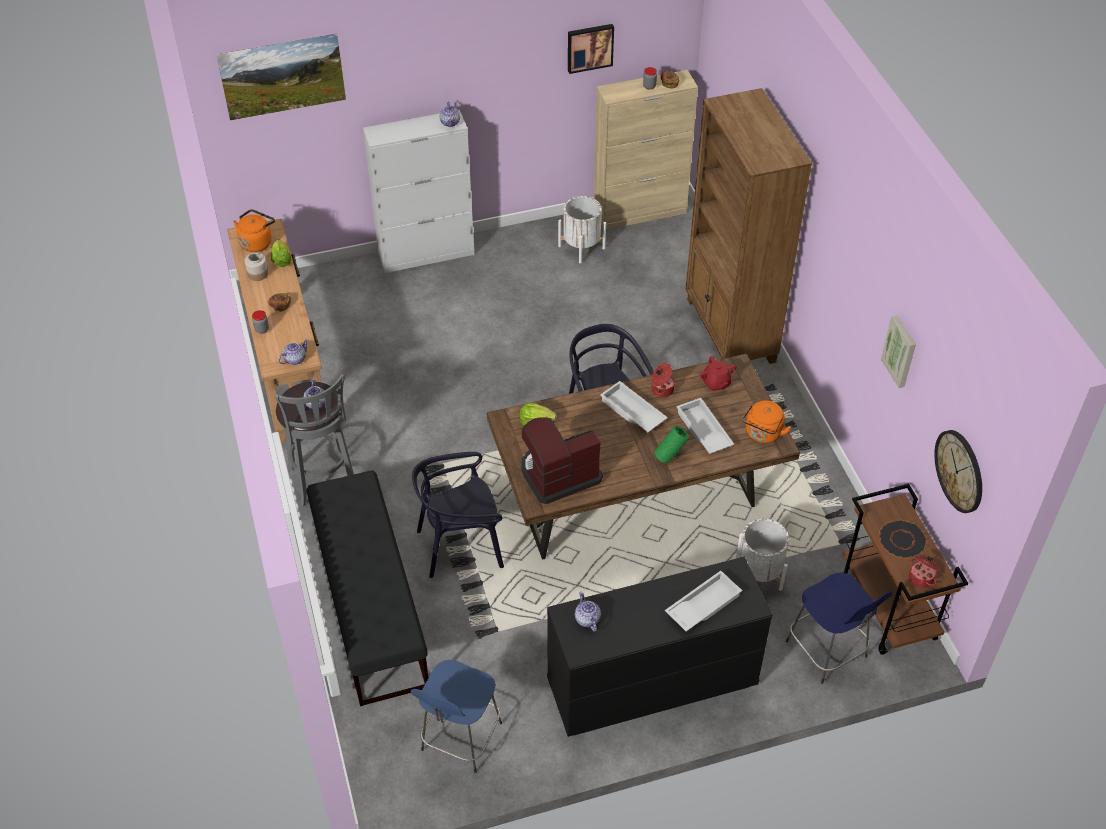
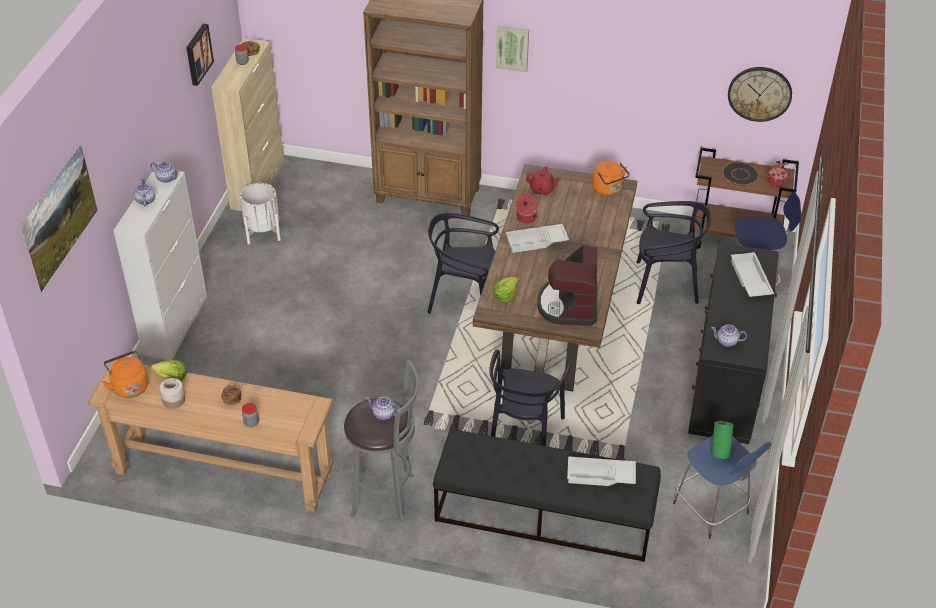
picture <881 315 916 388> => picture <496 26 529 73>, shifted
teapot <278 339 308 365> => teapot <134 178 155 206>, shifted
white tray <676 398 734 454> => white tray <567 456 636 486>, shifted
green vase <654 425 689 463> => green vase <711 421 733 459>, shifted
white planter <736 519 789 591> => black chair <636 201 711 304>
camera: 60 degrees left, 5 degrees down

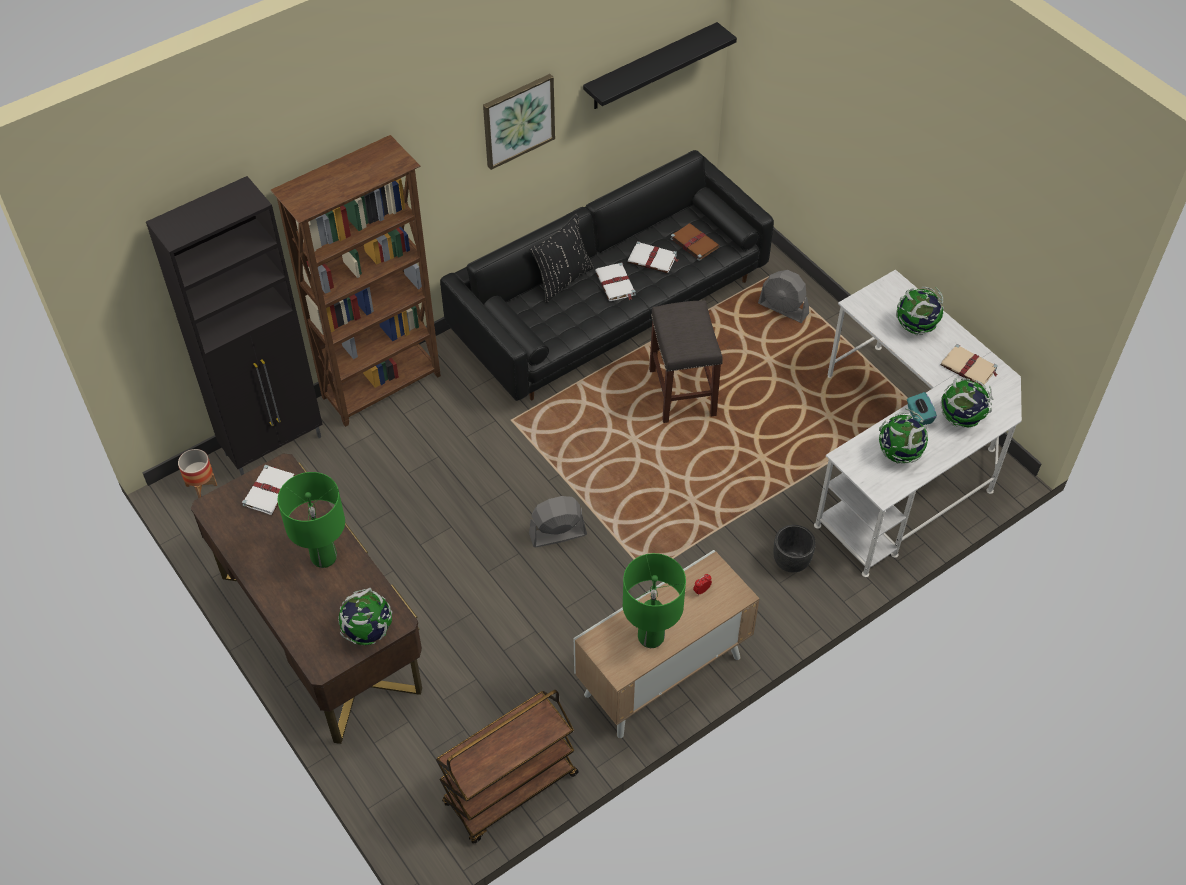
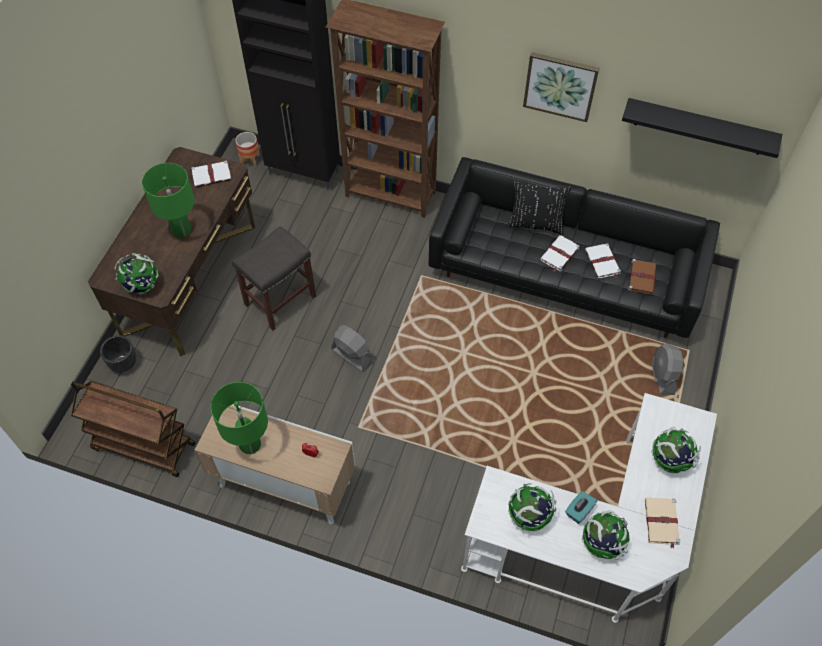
grey stool <649 300 723 423> => grey stool <232 226 316 331>, shifted
black planter <773 525 816 572> => black planter <100 335 136 373>, shifted
camera: 55 degrees right, 5 degrees up

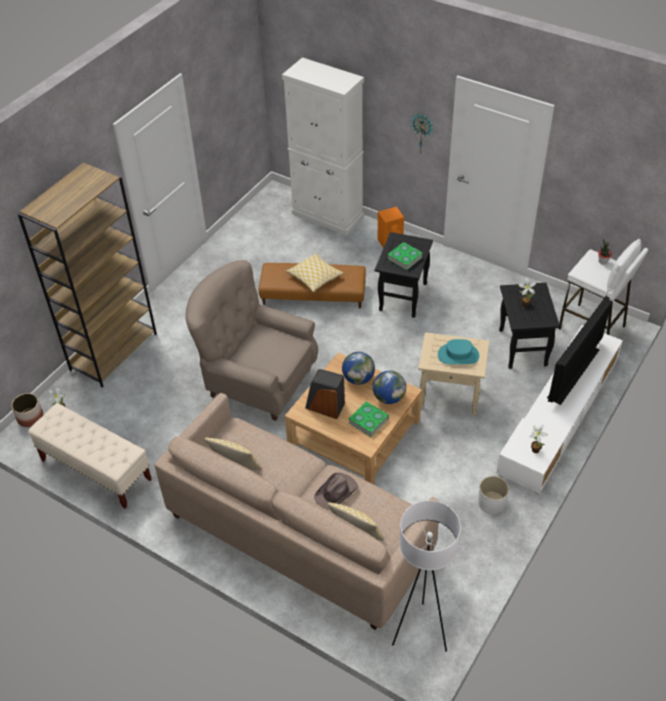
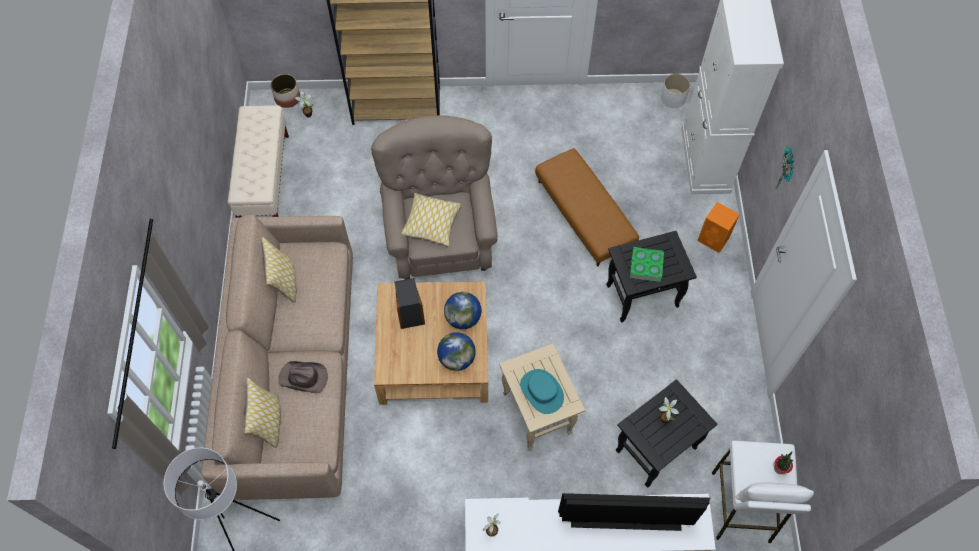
pillow <286 253 344 292> => pillow <402 193 462 247>, shifted
book <349 401 389 437> => nothing
white planter <478 476 509 514> => white planter <661 74 690 108>, shifted
camera: 55 degrees right, 15 degrees up

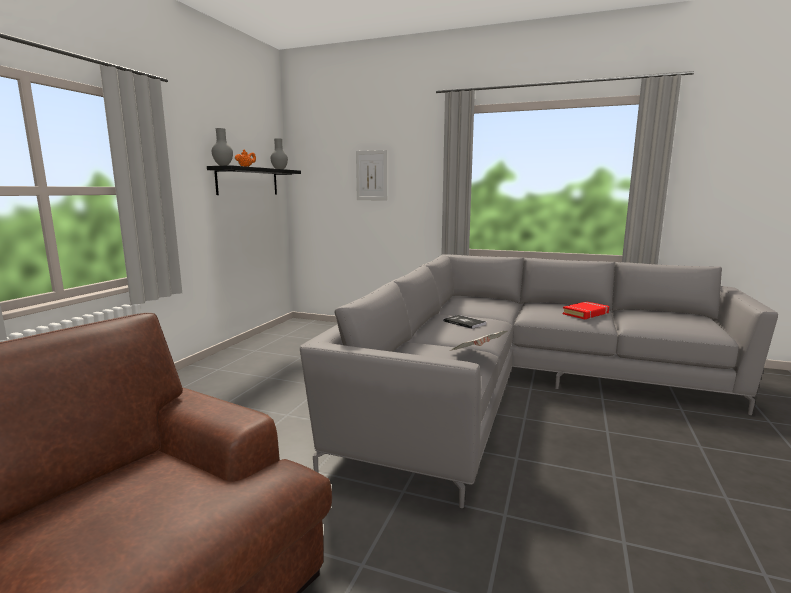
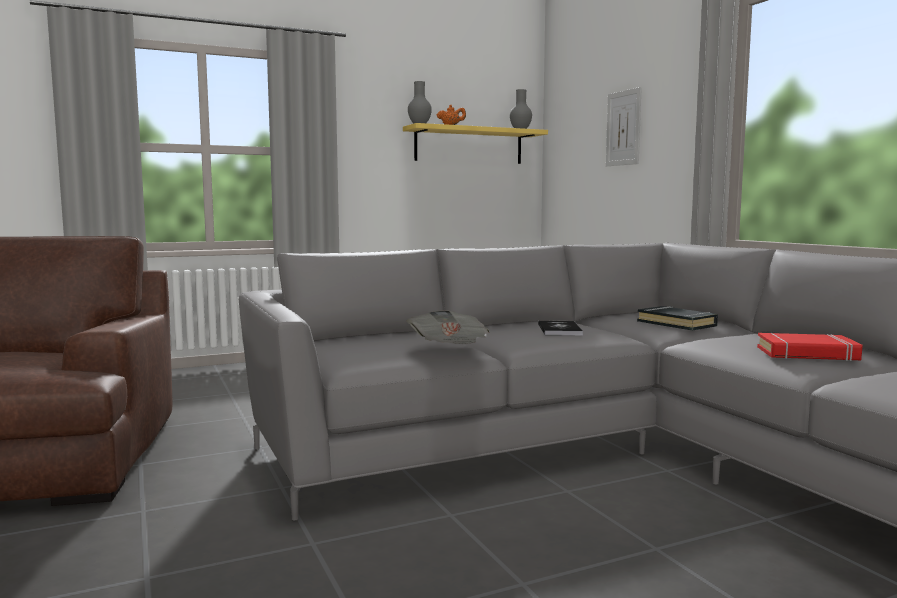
black shelf <207 165 301 195> => yellow shelf <403 123 548 164>
nothing => black book <637 306 718 331>
camera: 45 degrees right, 5 degrees down

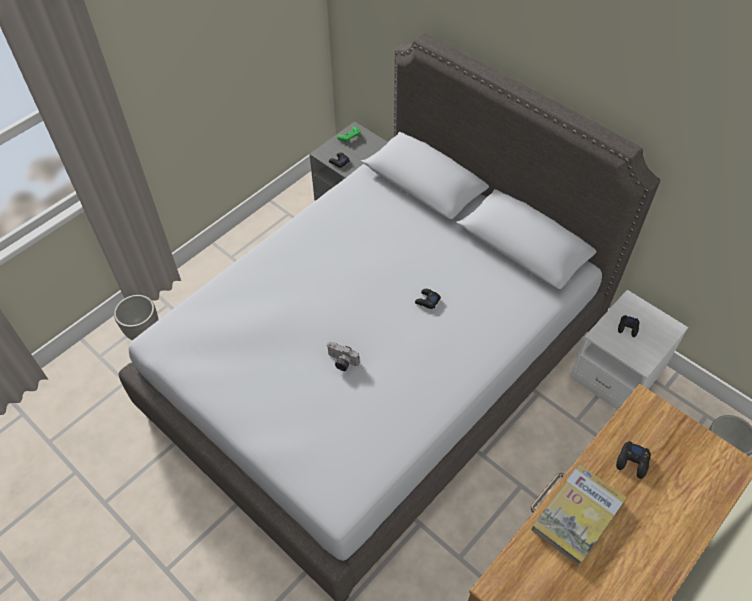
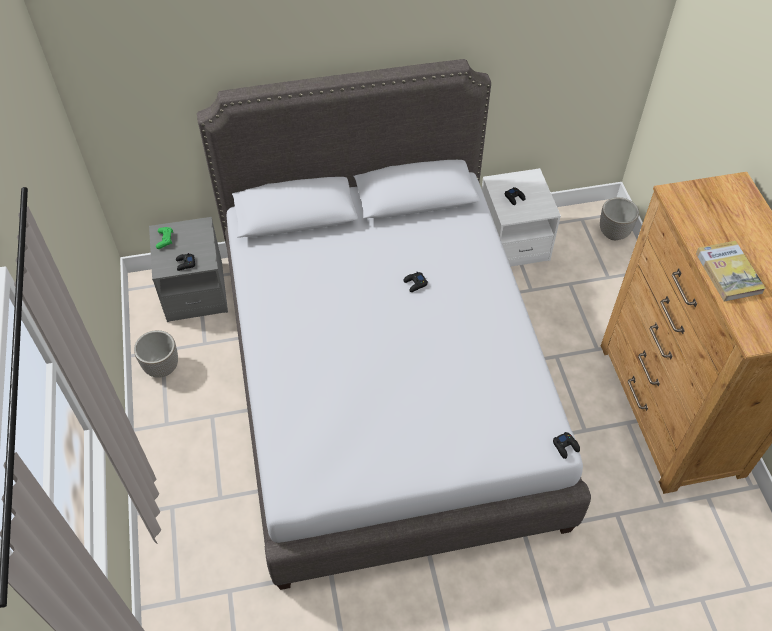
planter <114 295 159 340> => planter <134 330 178 378>, shifted
photo camera <327 342 359 371> => nothing
black game controller <616 441 651 479> => black game controller <553 432 580 459>, shifted
camera: 55 degrees left, 0 degrees up

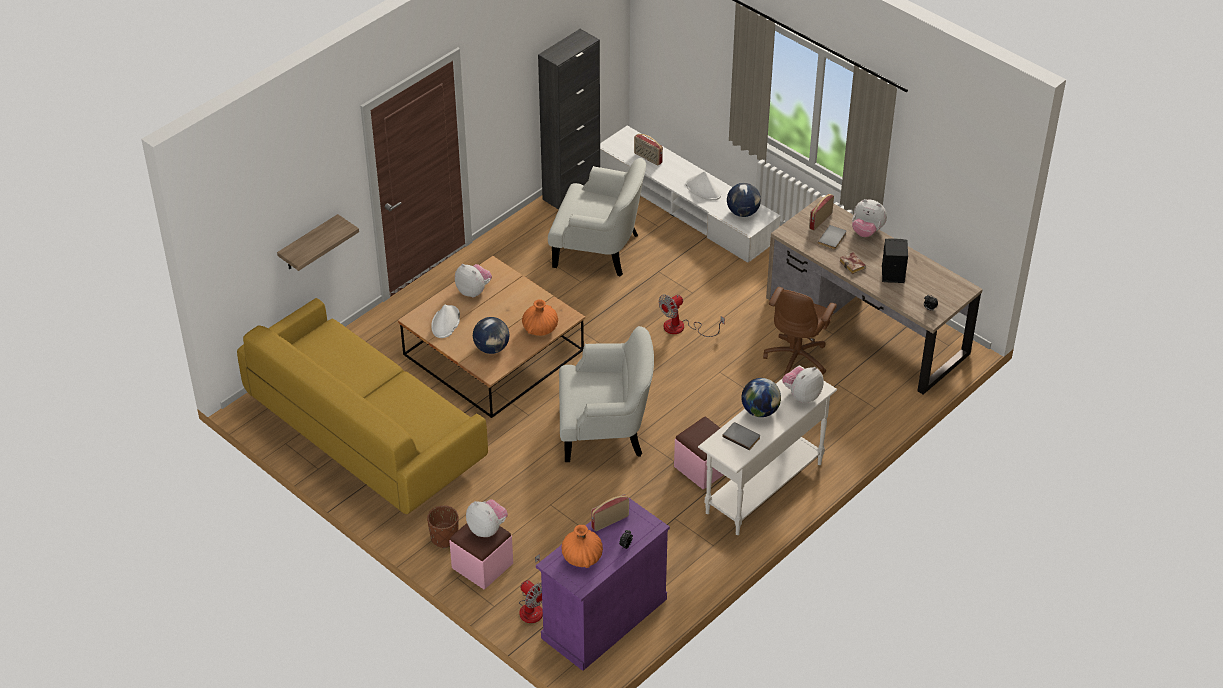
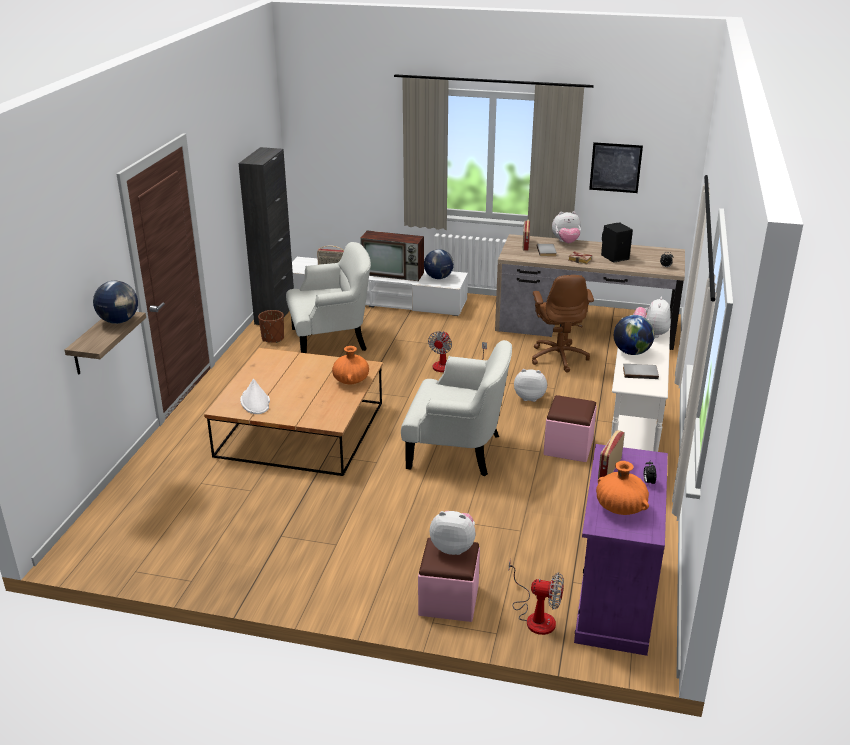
white hat <685 171 721 200> => television <360 231 424 281>
plush toy <455 264 492 297> => plush toy <514 369 547 402>, shifted
yellow sofa <237 298 488 514> => nothing
globe <473 317 510 354> => globe <93 281 138 324>, shifted
white armchair <559 326 654 462> => white armchair <401 340 512 476>, 45 degrees clockwise
brown planter <427 505 459 549> => brown planter <258 310 284 343>, shifted
nothing => picture <589 142 643 193>
camera: 30 degrees left, 15 degrees down

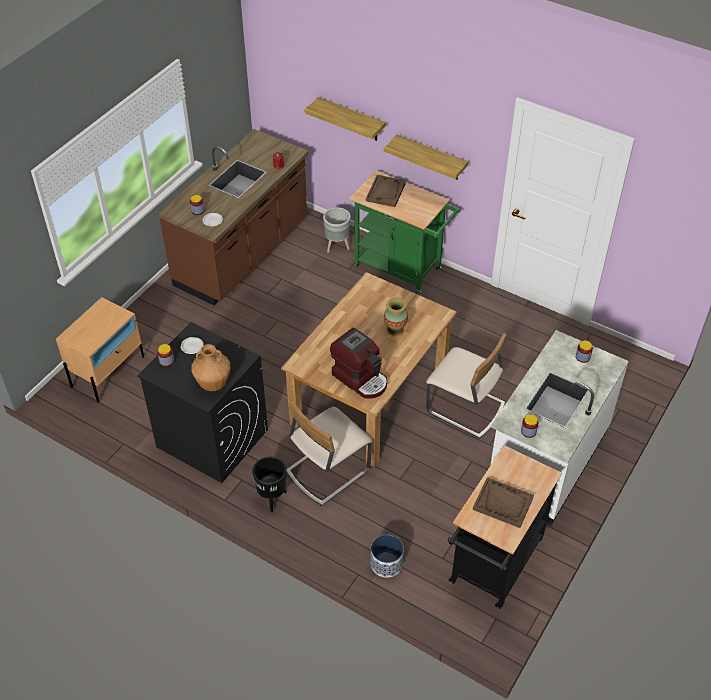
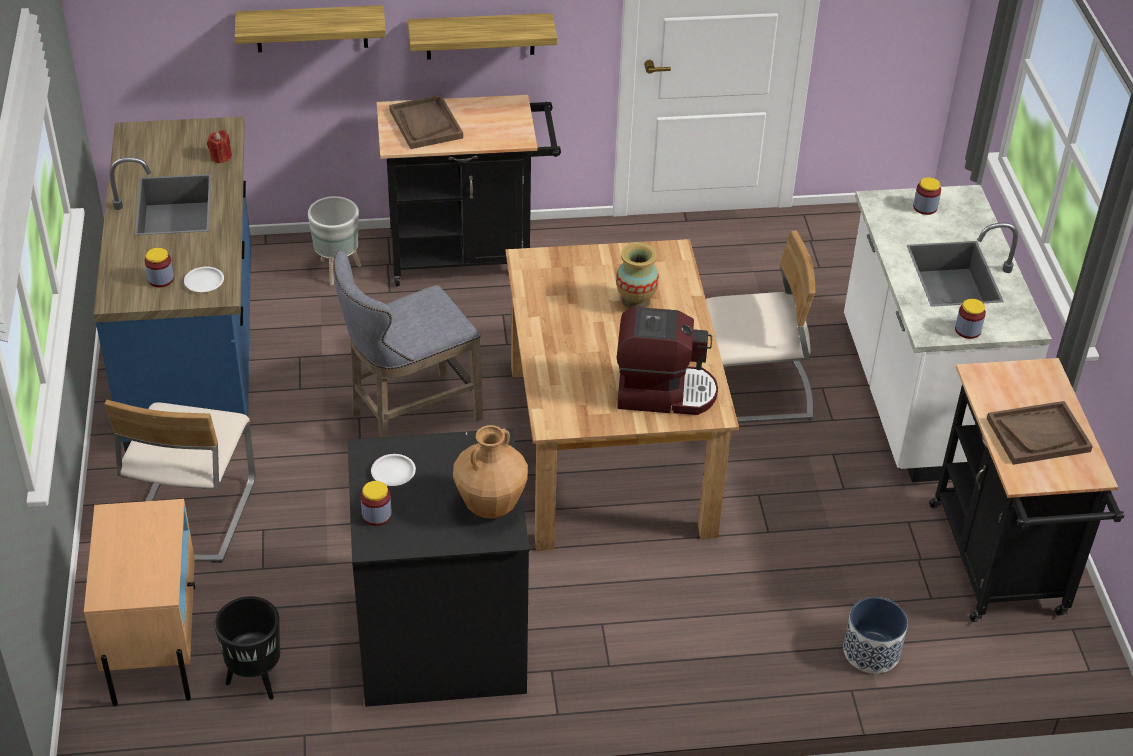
brown counter <158 129 309 306> => blue counter <94 117 251 452>
green cart <349 171 461 294> => black cart <376 95 561 286>
beige chair <286 400 372 506> => beige chair <105 400 255 562>, shifted
black planter <252 457 287 512> => black planter <215 596 280 700>, shifted
nothing => grey stool <333 250 483 437>
camera: 40 degrees left, 5 degrees down

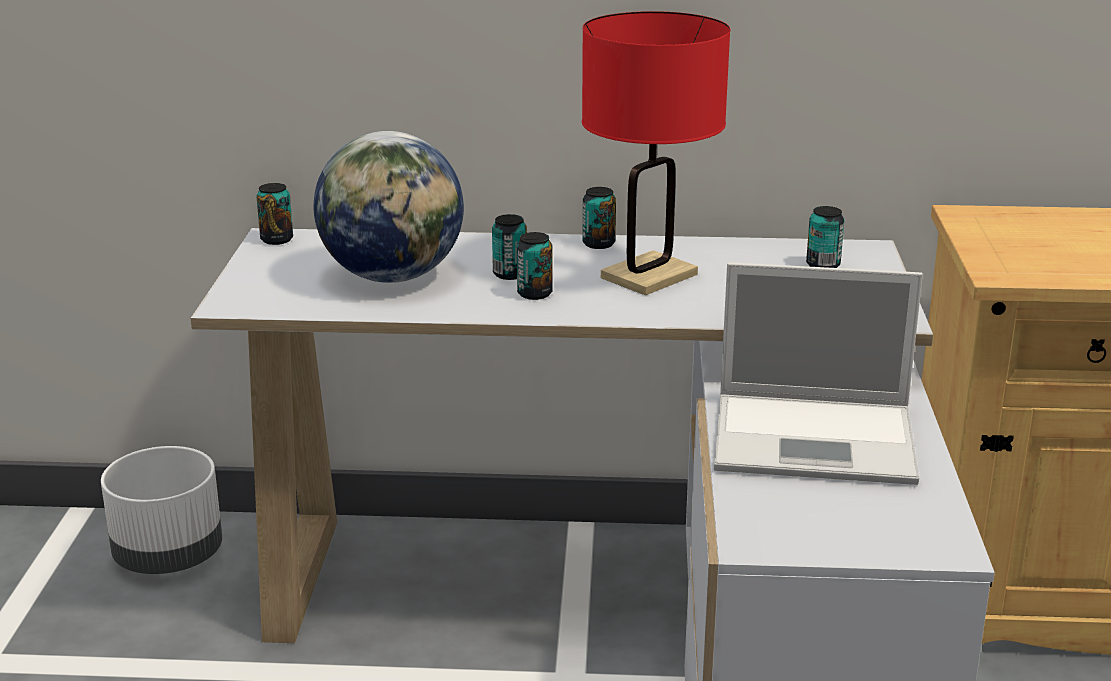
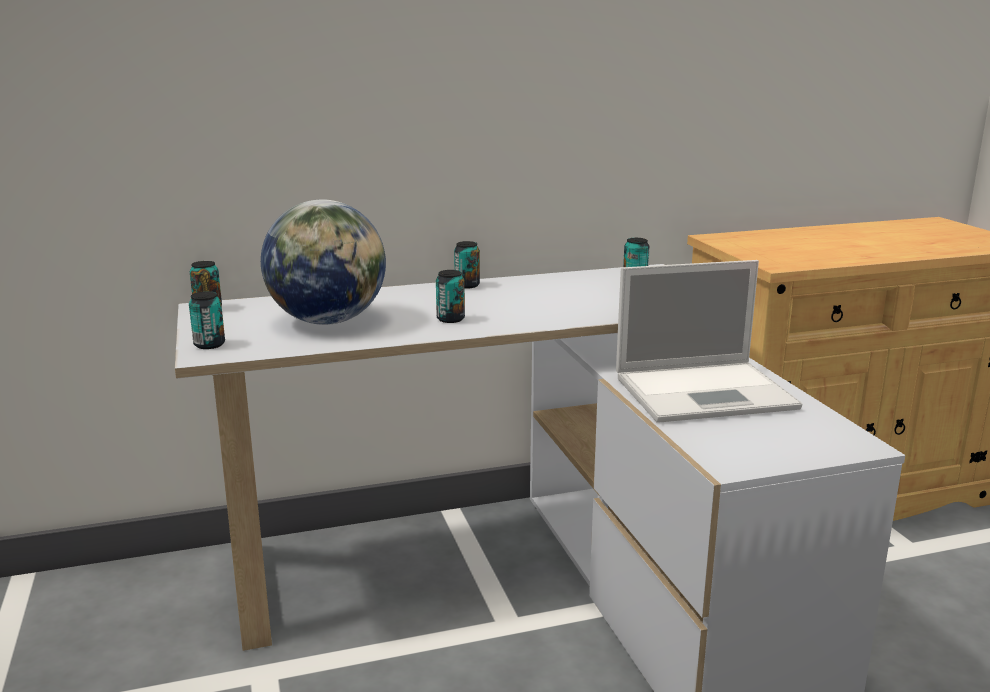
red table lamp <582 11 730 295> => nothing
can <492 214 527 280> => can <189 291 225 349>, shifted
white planter <101 446 222 574> => nothing
camera: 20 degrees left, 5 degrees down

